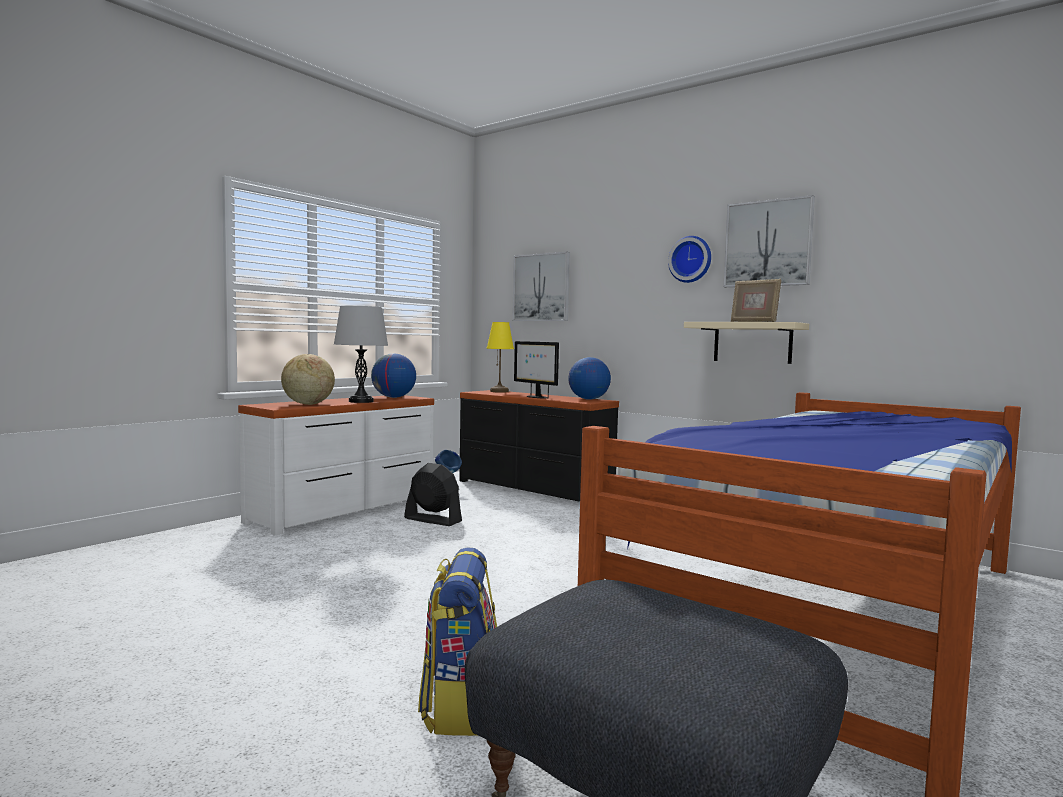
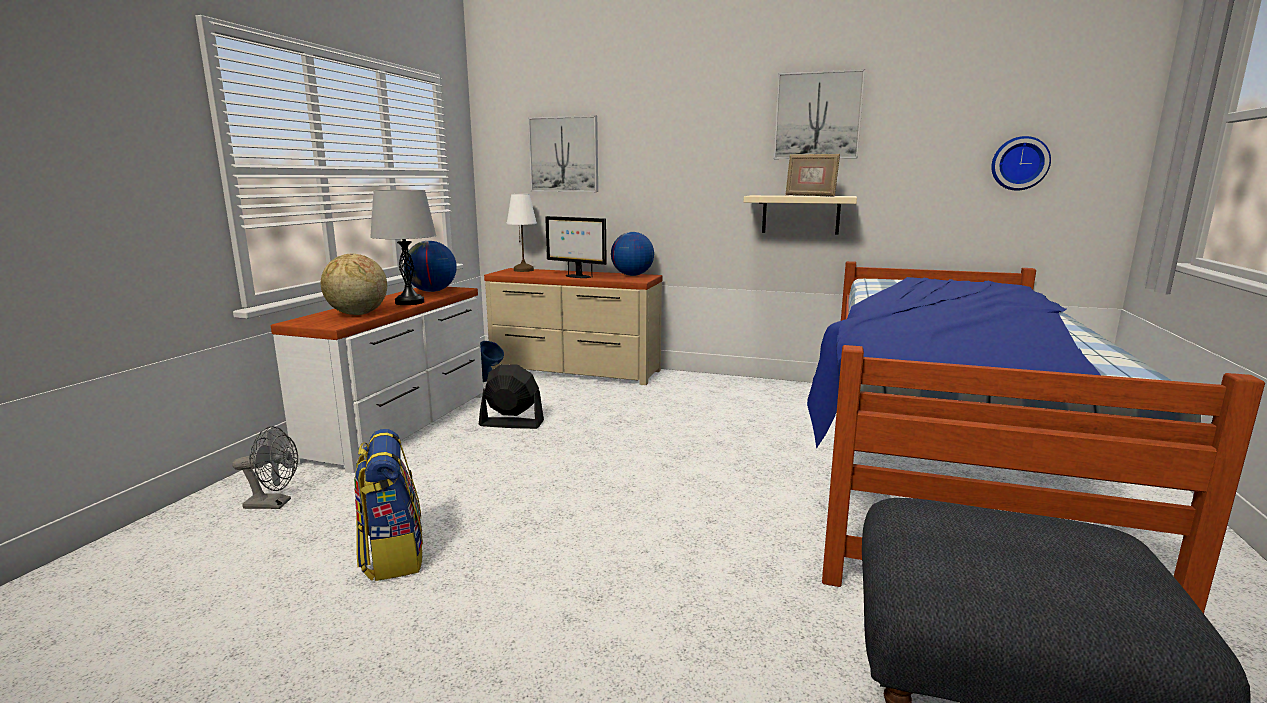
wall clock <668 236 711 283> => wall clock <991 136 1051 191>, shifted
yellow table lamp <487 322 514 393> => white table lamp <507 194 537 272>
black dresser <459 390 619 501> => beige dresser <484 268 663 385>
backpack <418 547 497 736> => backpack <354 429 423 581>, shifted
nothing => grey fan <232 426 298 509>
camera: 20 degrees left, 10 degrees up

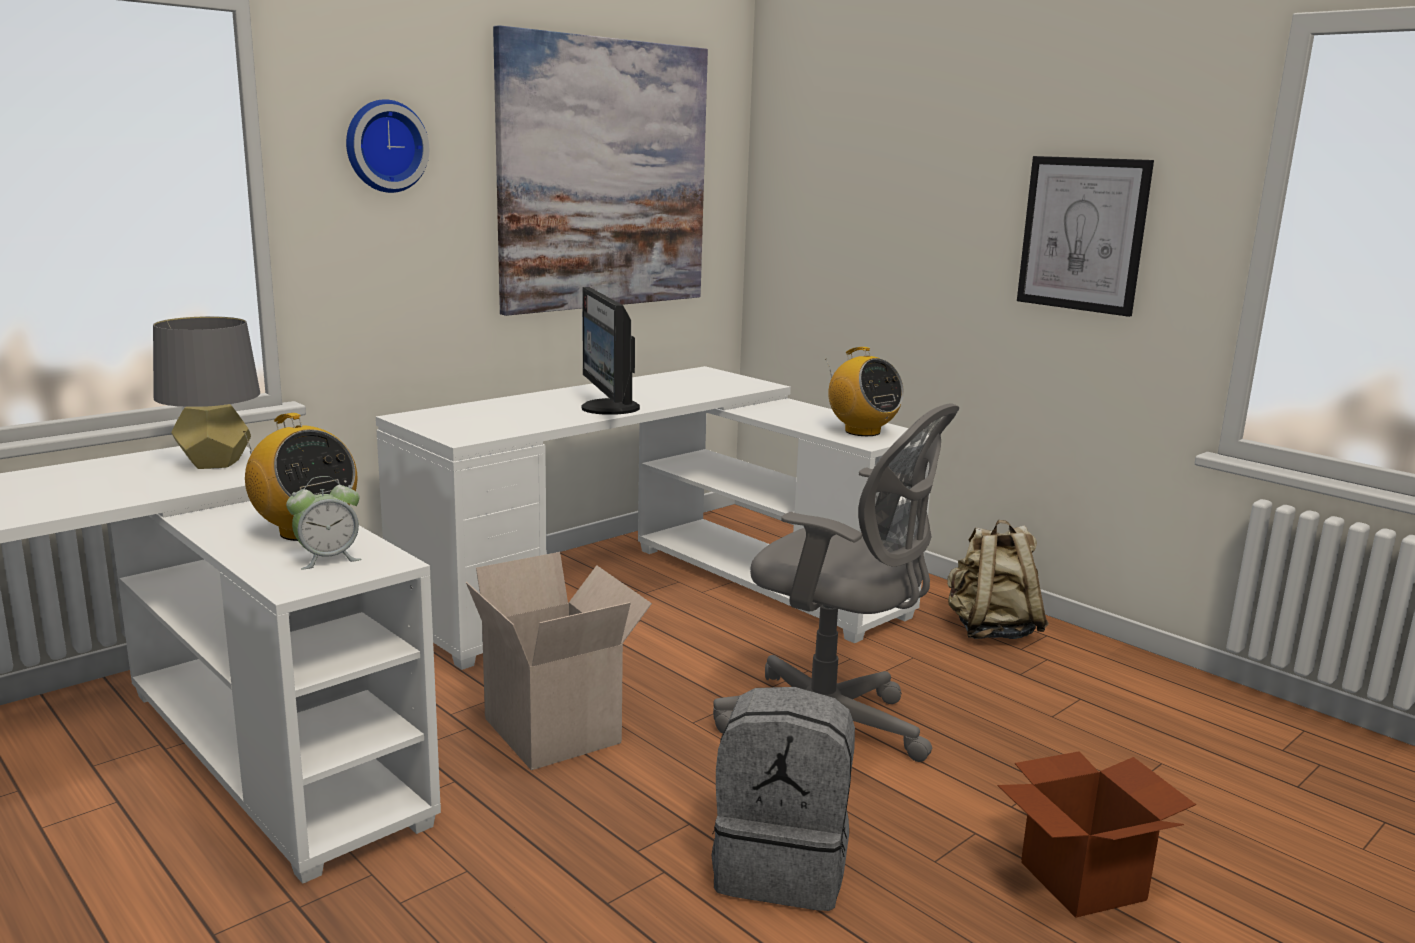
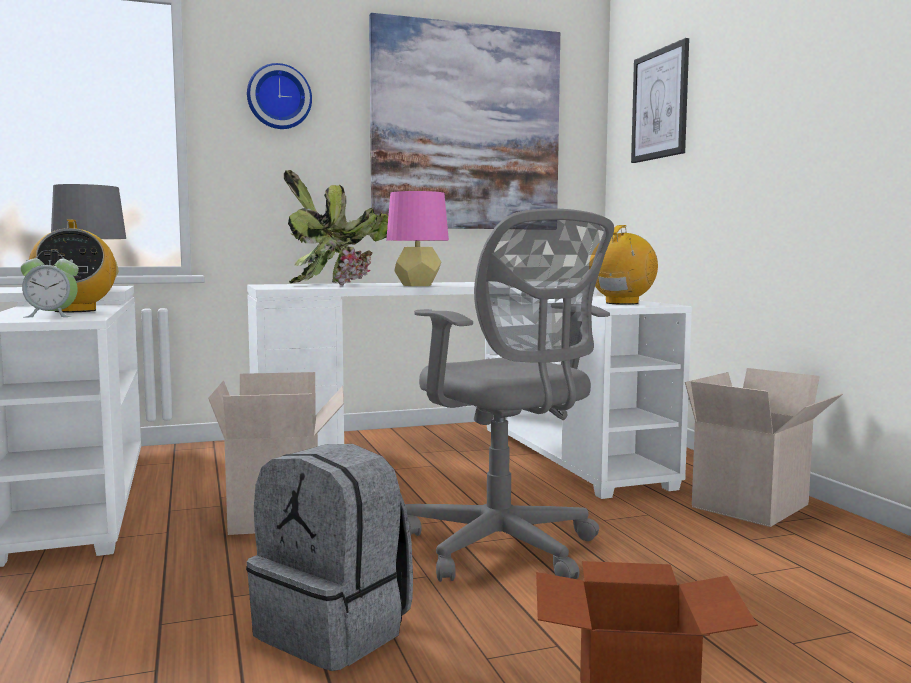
picture <1017 156 1154 317> => picture <631 38 689 163>, shifted
monitor <582 287 640 415> => pink table lamp <386 191 449 286>
radio <826 347 904 436> => radio <589 225 658 305>, 135 degrees counterclockwise
beige backpack <947 520 1049 639> => cardboard box <685 368 843 527>
nothing => potted plant <284 170 388 286>
camera: 25 degrees right, 10 degrees down

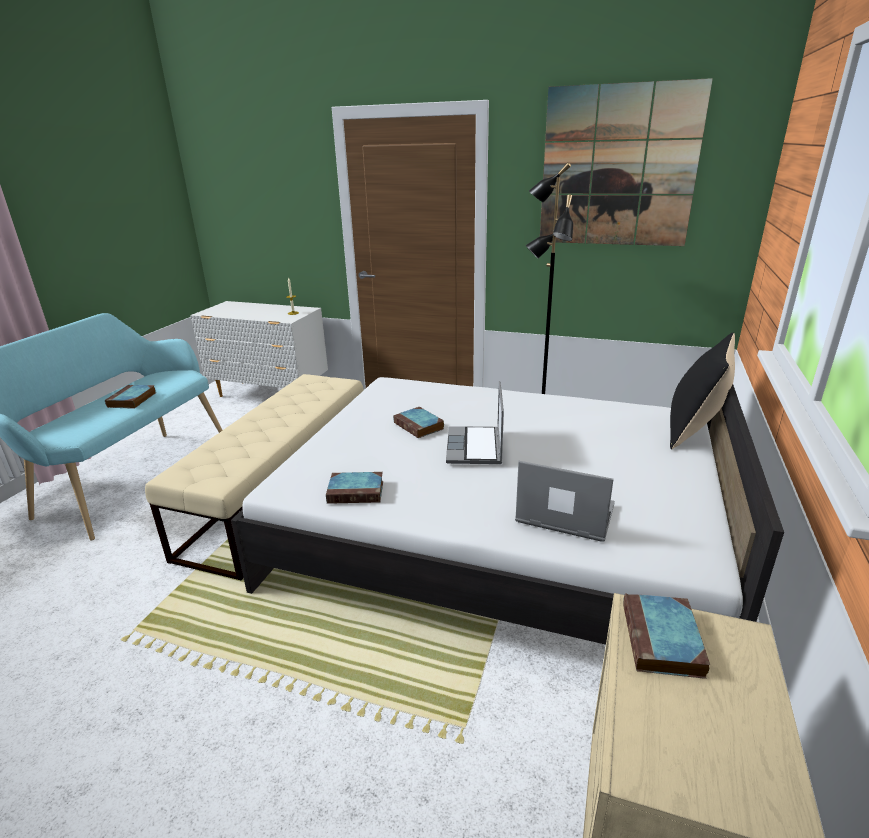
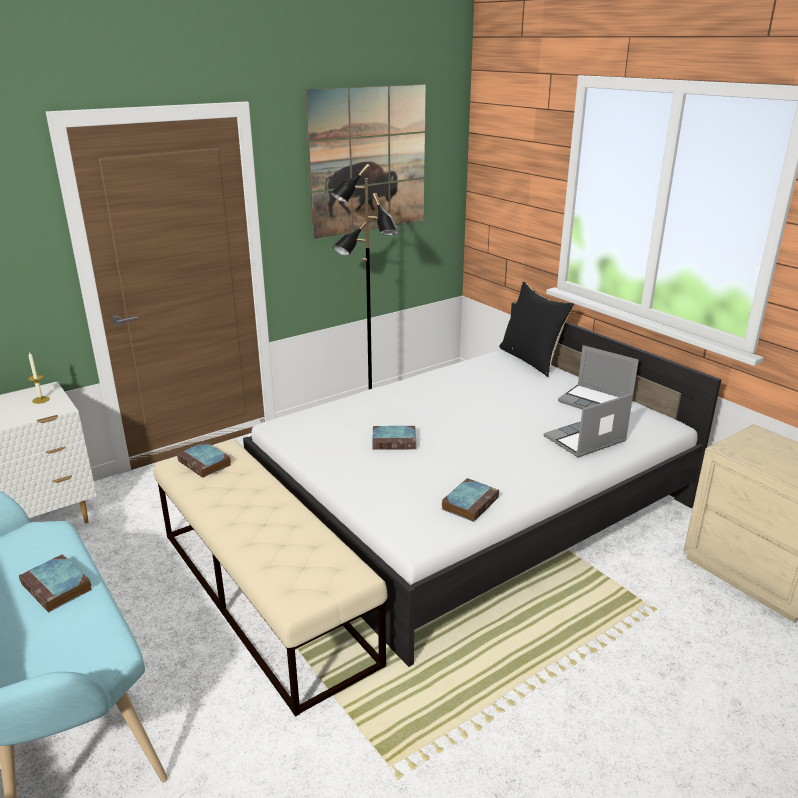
laptop <446 381 504 464> => laptop <558 345 639 409>, shifted
book <623 593 710 679> => book <177 442 231 478>, shifted
camera: 55 degrees left, 0 degrees up

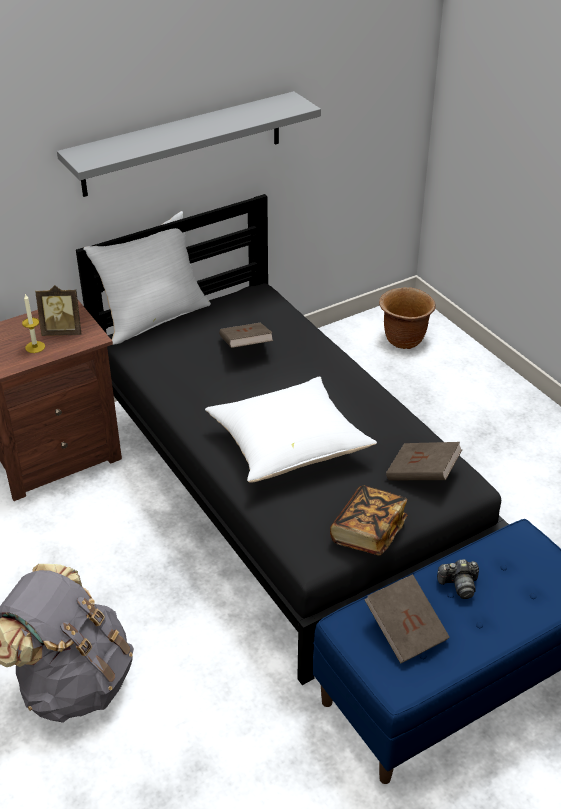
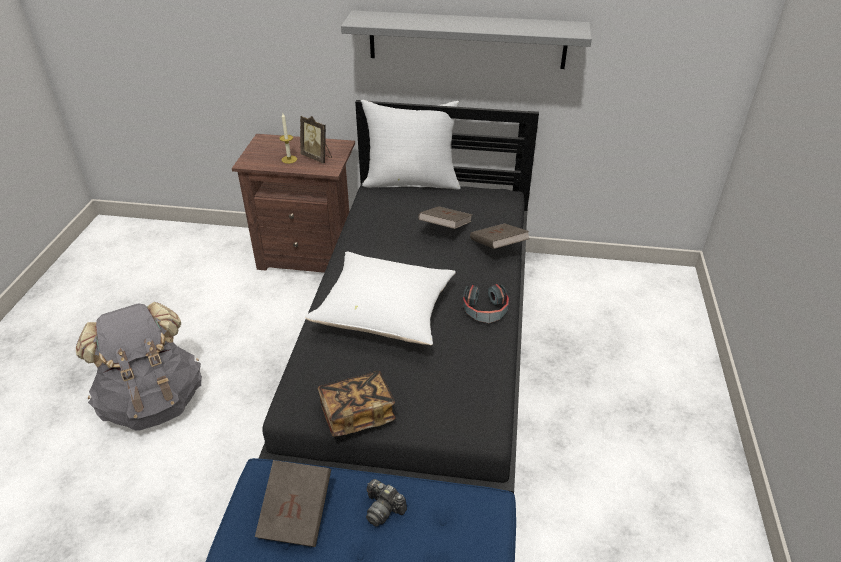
brown planter <379 287 436 349> => nothing
brown book <386 442 463 480> => brown book <470 223 530 249>, shifted
nothing => headphones <463 284 509 323>
camera: 40 degrees right, 0 degrees up

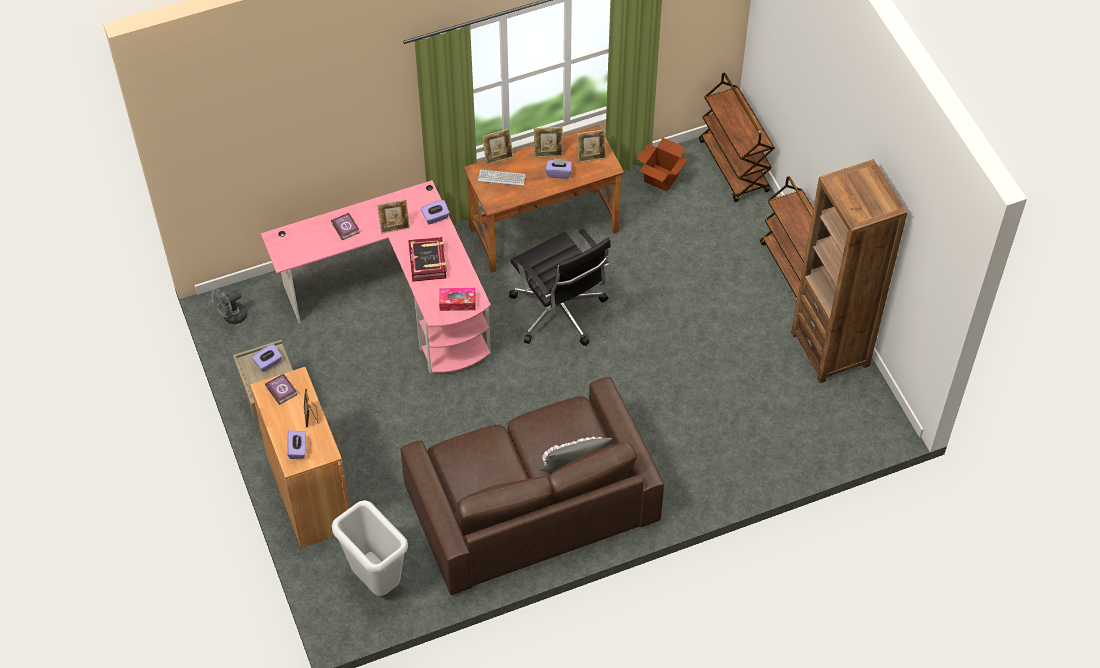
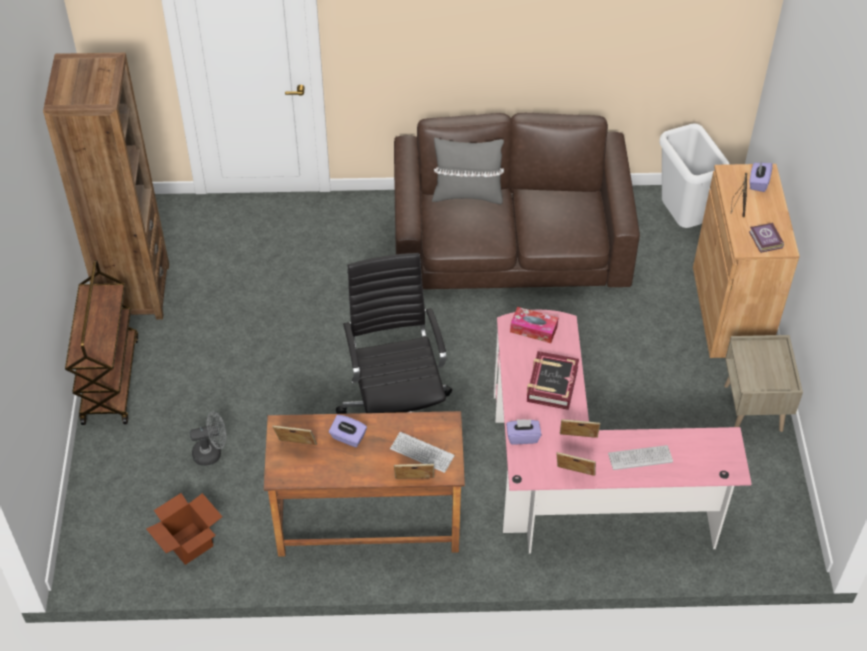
brown cart <699 72 775 202> => nothing
picture frame <534 127 563 158> => picture frame <556 452 596 476>, shifted
book <331 213 360 240> => keyboard <608 445 673 470>
grey fan <211 289 247 324> => grey fan <189 411 226 466>, shifted
purple tissue box <252 344 282 372> => nothing
camera: 160 degrees left, 5 degrees down

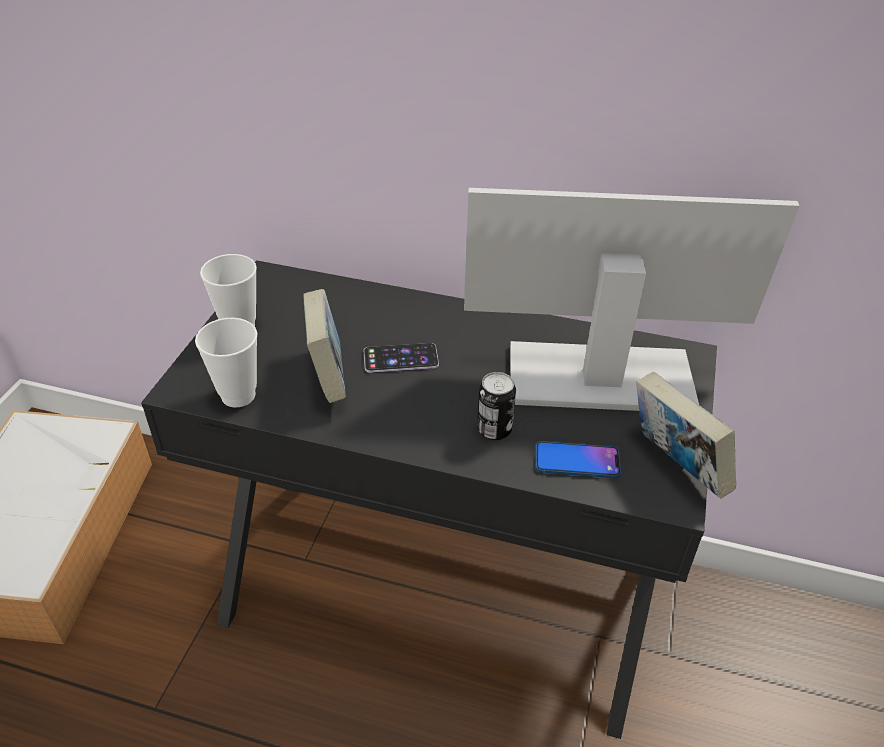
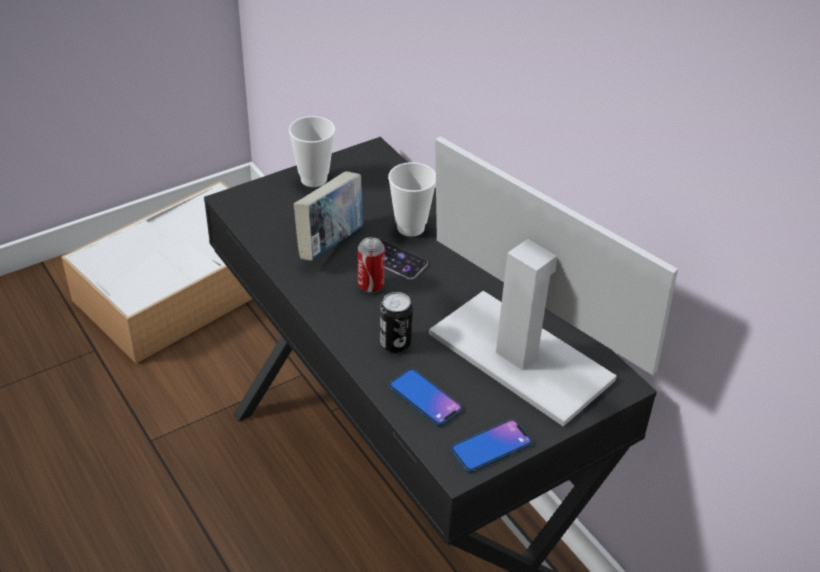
cup <195 318 257 408> => cup <388 162 436 237>, shifted
book <636 372 736 499> => phone <451 419 533 473>
nothing => can <358 237 385 293>
camera: 40 degrees right, 0 degrees up

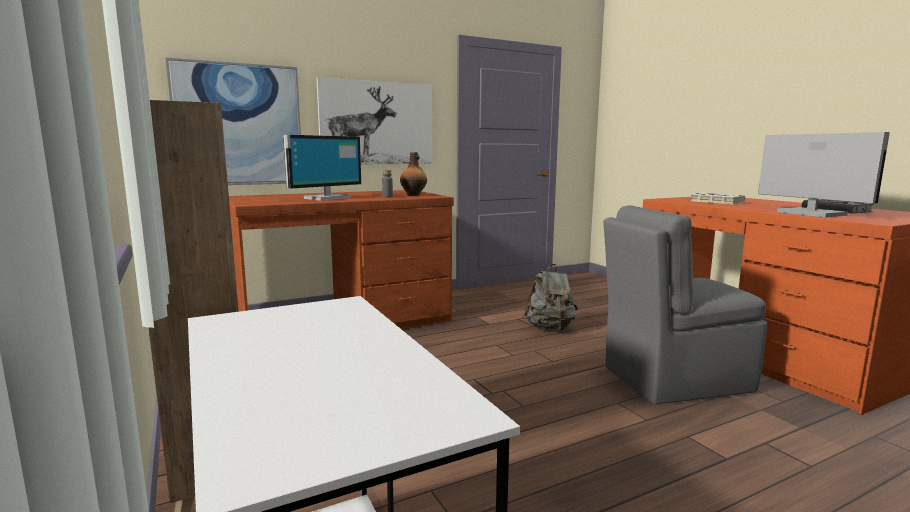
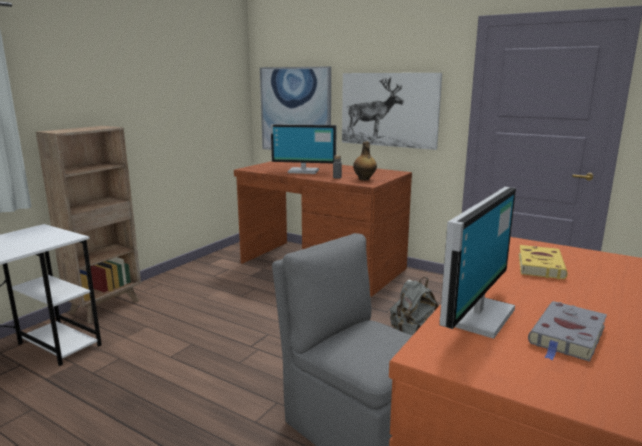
white book <691 193 745 204> => yellow book <519 245 568 279>
camera: 60 degrees right, 5 degrees up

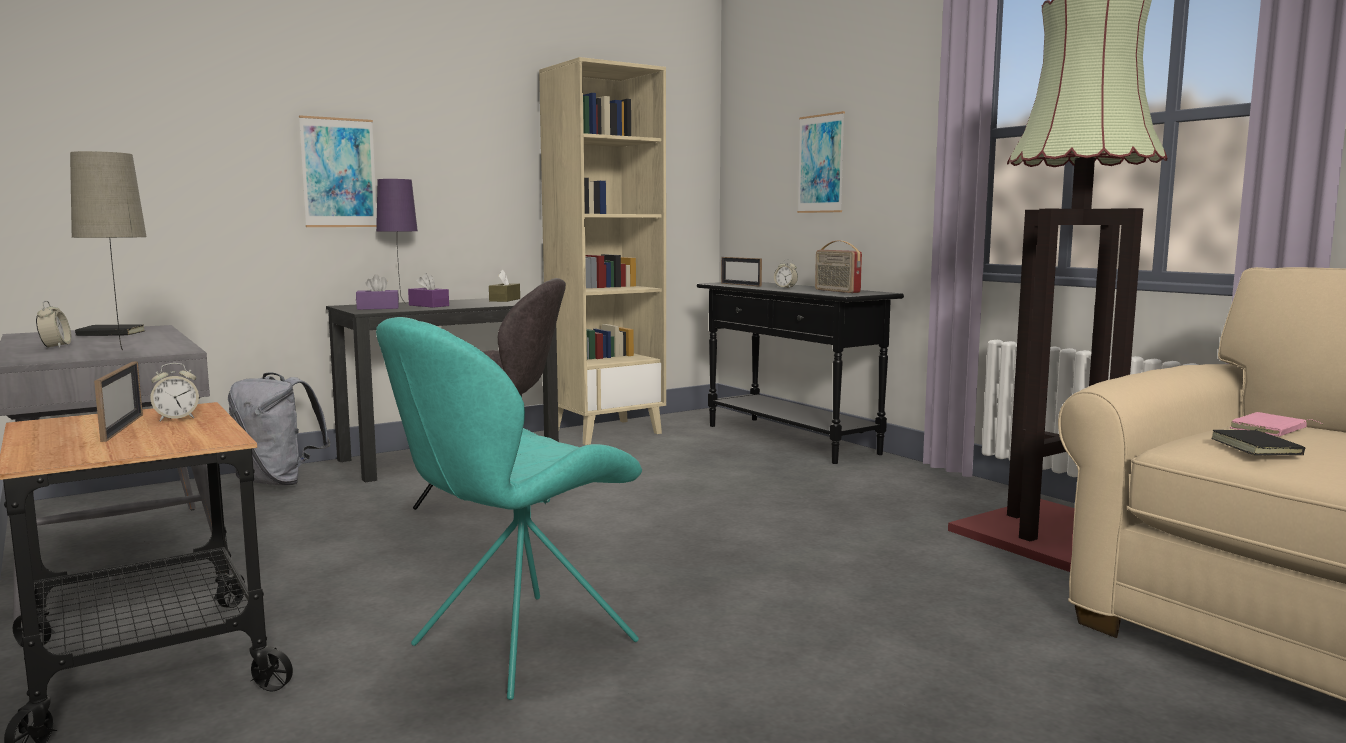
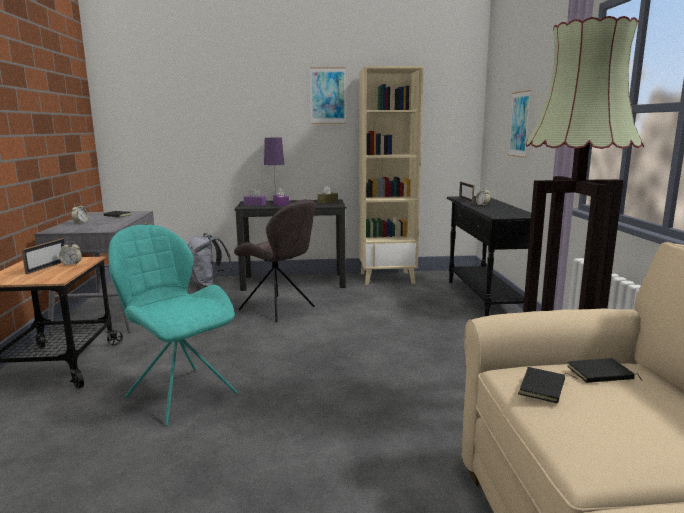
picture <299 115 377 227> => picture <310 67 346 124>, shifted
beige table lamp <70 151 147 350> => nothing
radio <815 241 862 293> => nothing
turquoise chair <376 317 642 700> => turquoise chair <108 225 238 426>, 60 degrees clockwise
pink book <1229 412 1324 437> => black book <567 358 642 383>
camera: 30 degrees right, 5 degrees up

